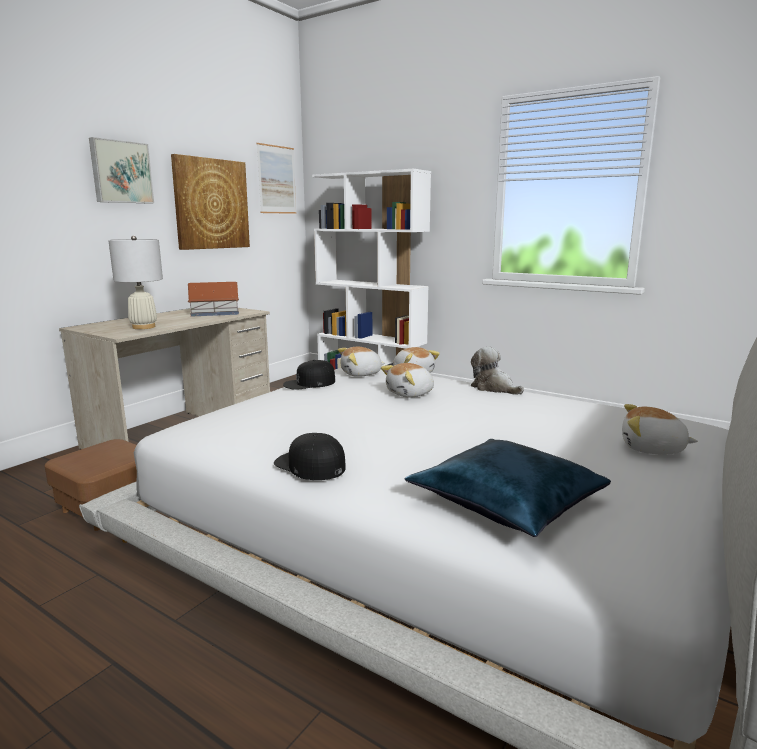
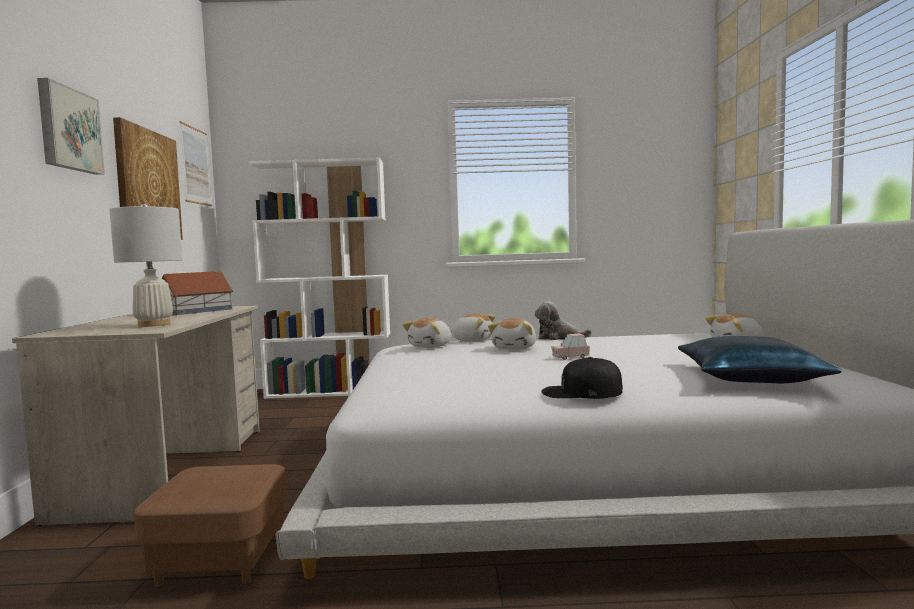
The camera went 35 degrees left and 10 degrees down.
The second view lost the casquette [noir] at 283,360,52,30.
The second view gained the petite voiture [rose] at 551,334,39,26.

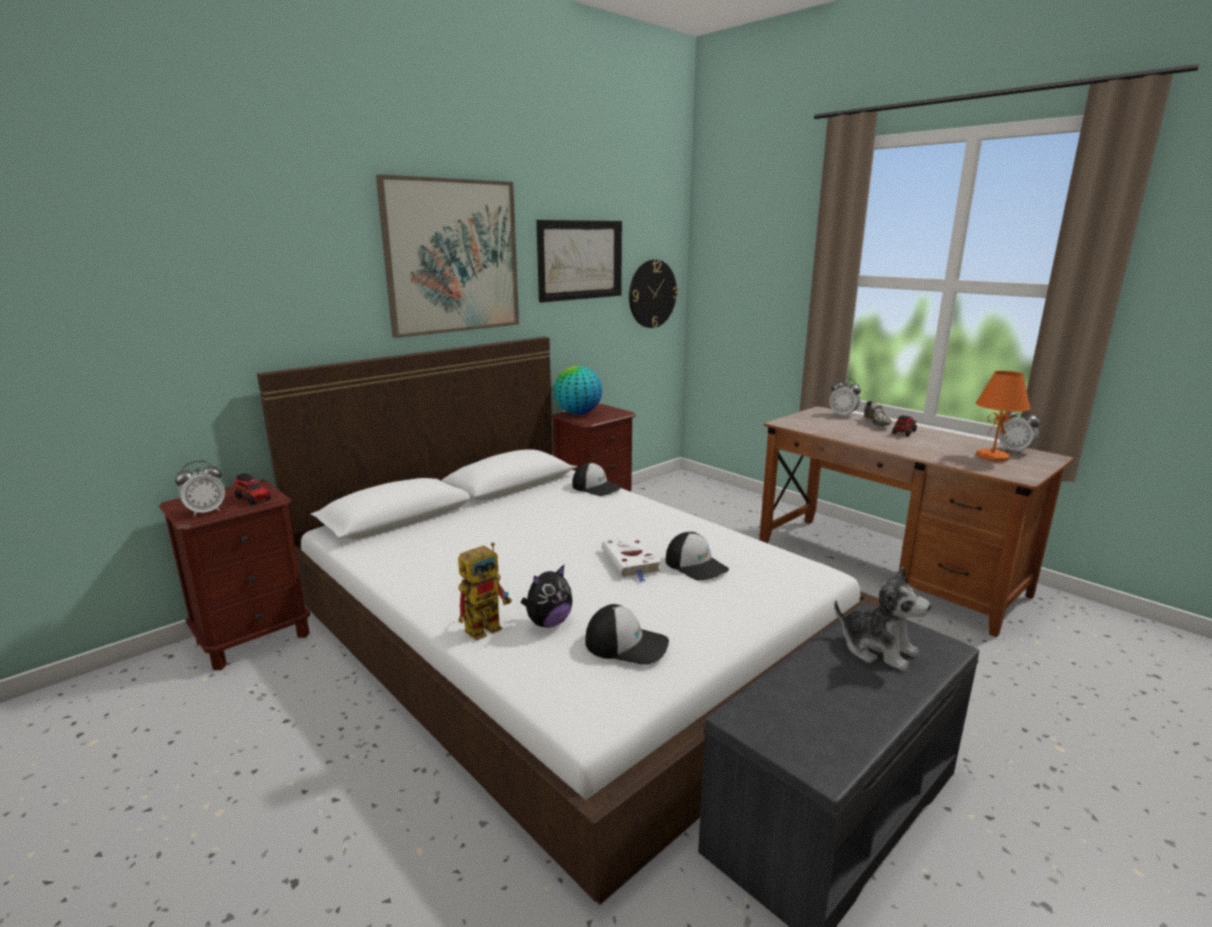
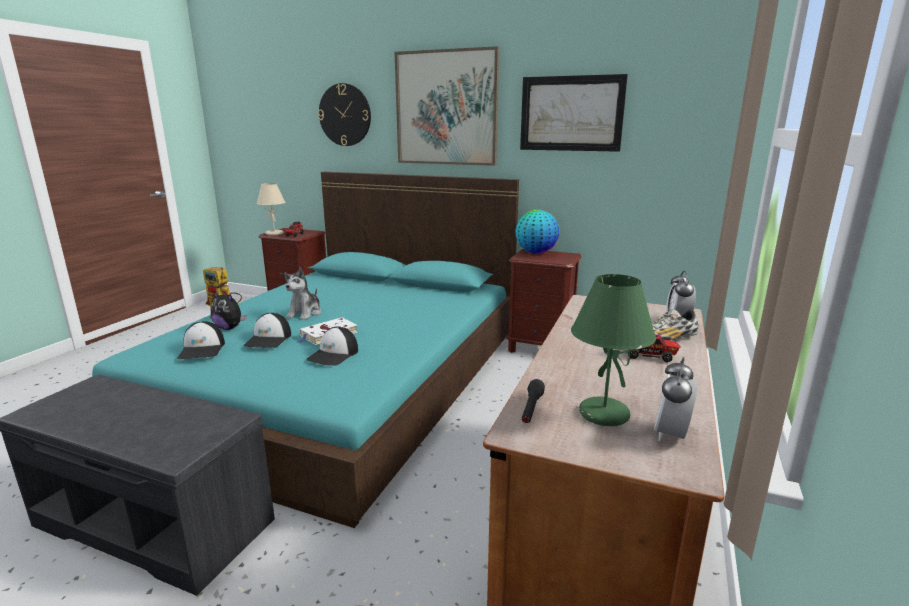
The camera went 65 degrees right and 0 degrees up.
Where the réveil stood at 175,461,50,56, the lampe de table [beige] came to stand at 256,183,29,52.
What was the lit [blanc] at 257,337,623,568 turned into the lit [turquoise] at 88,172,431,356.
The casquette ended up elsewhere, having gone from 572,462,50,34 to 244,313,47,35.
The horloge murale ended up elsewhere, having gone from 629,260,49,68 to 318,83,53,63.
The peluche ended up elsewhere, having gone from 834,567,97,104 to 284,268,37,52.
What was the lampe de table [orange] at 976,371,55,91 turned into the lampe de table [vert] at 571,274,85,152.
The second view gained the lampe de poche [noir] at 522,379,23,44.

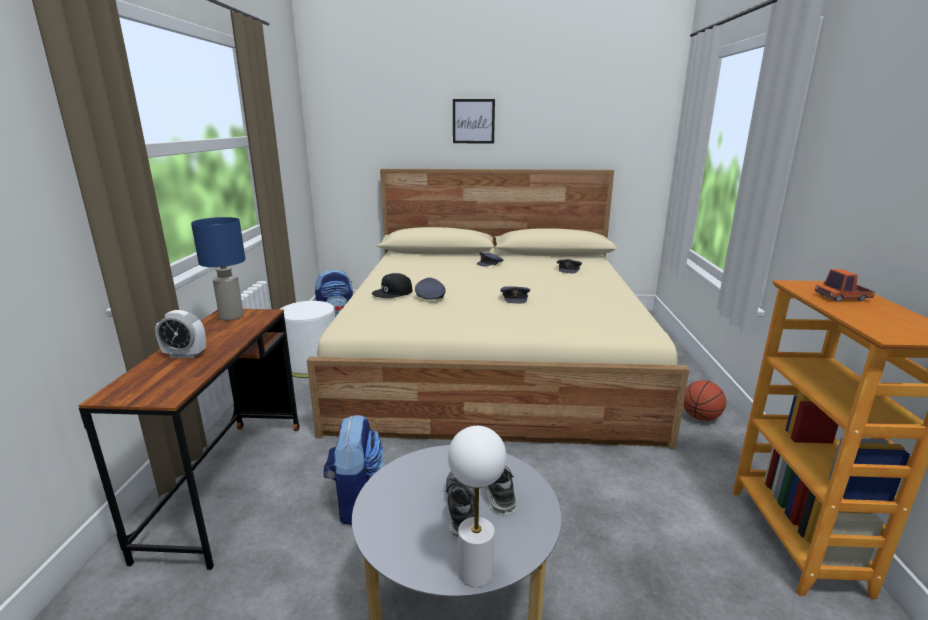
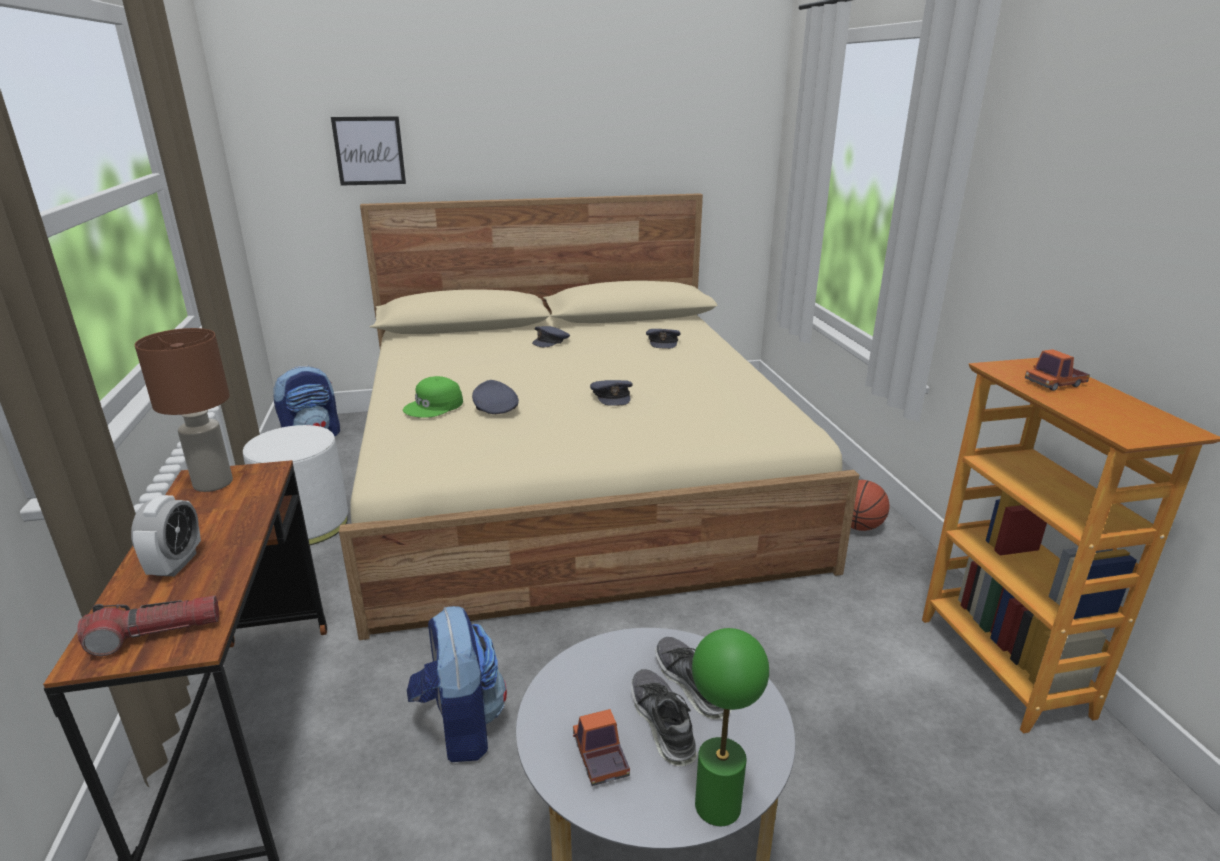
The camera went 15 degrees left and 5 degrees up.
The réveil at 155,310,51,48 ended up facing another way, 75 degrees counterclockwise from before.
What was the lampe de table [bleu] at 191,217,54,103 turned into the lampe de table [marron] at 135,328,98,164.
What was the casquette [noir] at 372,273,40,25 turned into the casquette [vert] at 403,376,60,42.
What was the lampe de table [blanc] at 448,426,59,161 turned into the lampe de table [vert] at 692,628,77,198.
The tableau ended up elsewhere, having gone from 453,99,42,44 to 331,116,75,70.
The second view gained the lampe de poche at 77,595,142,61.
The second view gained the camion jouet at 573,709,57,77.

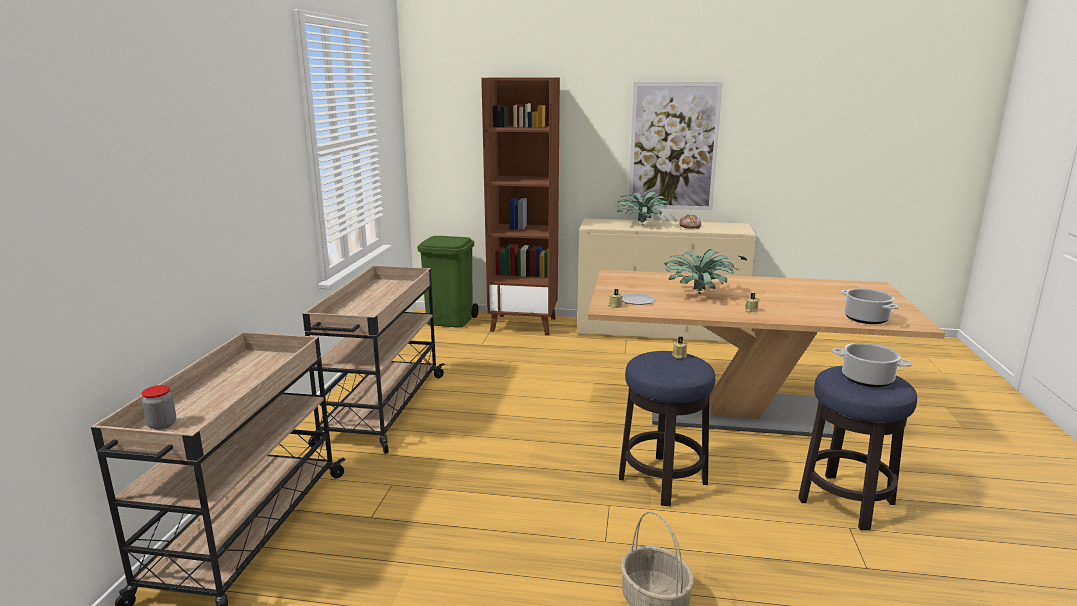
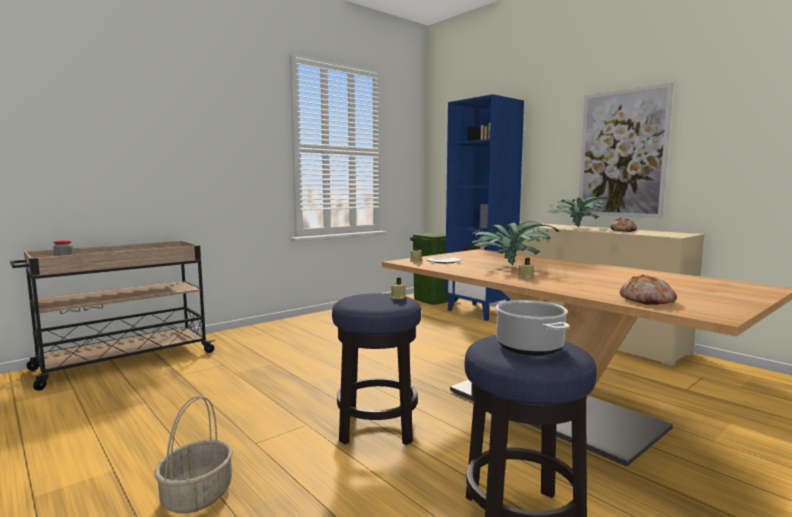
The camera went 40 degrees right and 10 degrees down.
The second view lost the chariot [beige] at 303,266,142,188.
What was the bibliothèque [marron] at 481,78,79,257 turned into the bibliothèque [bleu] at 445,94,79,227.
Where the marmite stood at 841,288,58,36, the pain came to stand at 620,274,57,31.

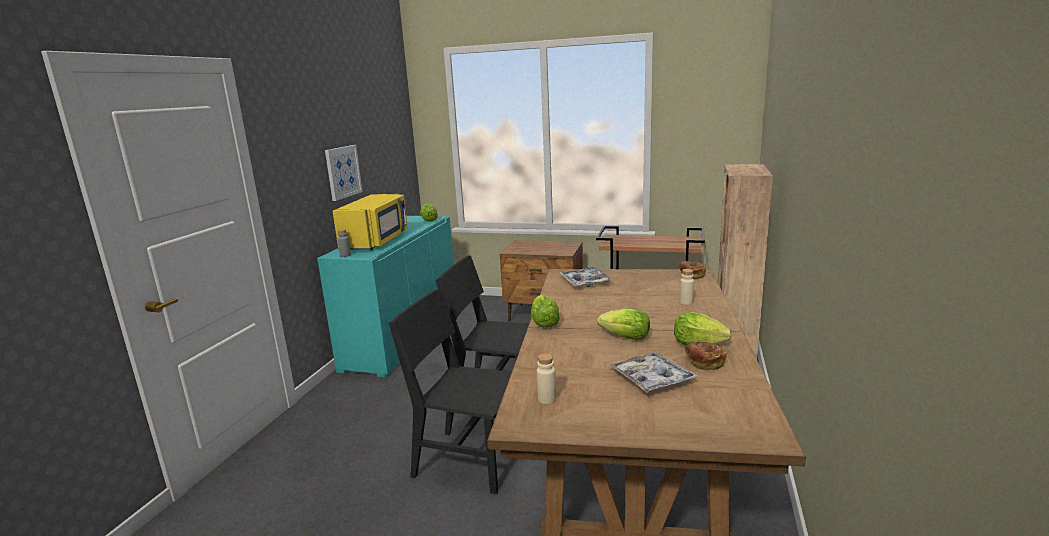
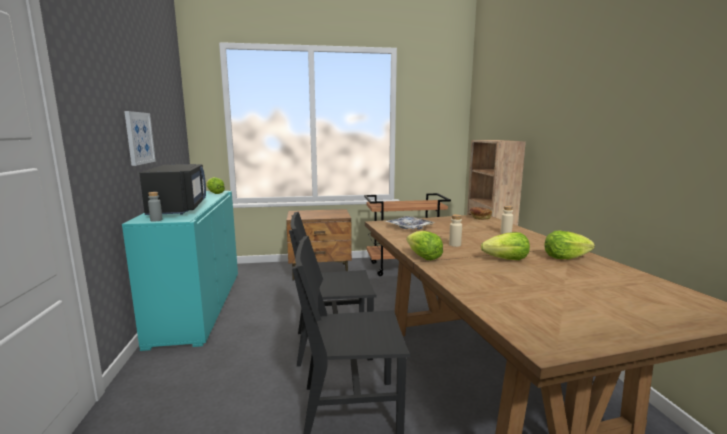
The camera went 25 degrees left and 5 degrees down.
What was the micro-ondes [jaune] at 333,194,75,56 turned into the micro-ondes [noir] at 139,164,67,51.
The bouteille [beige] ended up elsewhere, having gone from 537,353,19,51 to 449,214,13,33.
The second view lost the plateau at 609,352,90,41.
The second view lost the pain at 685,342,42,28.

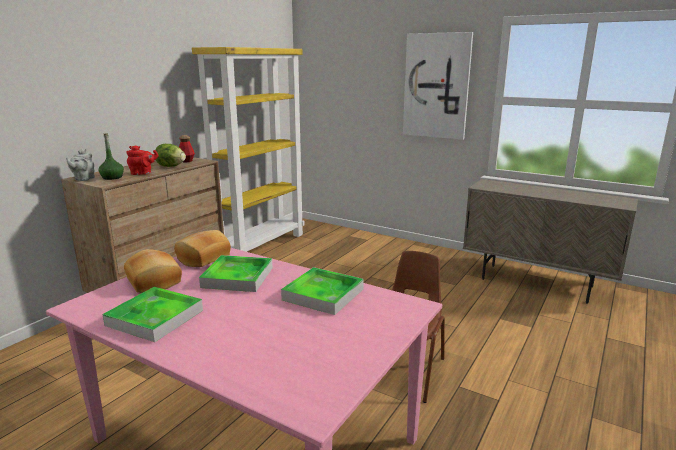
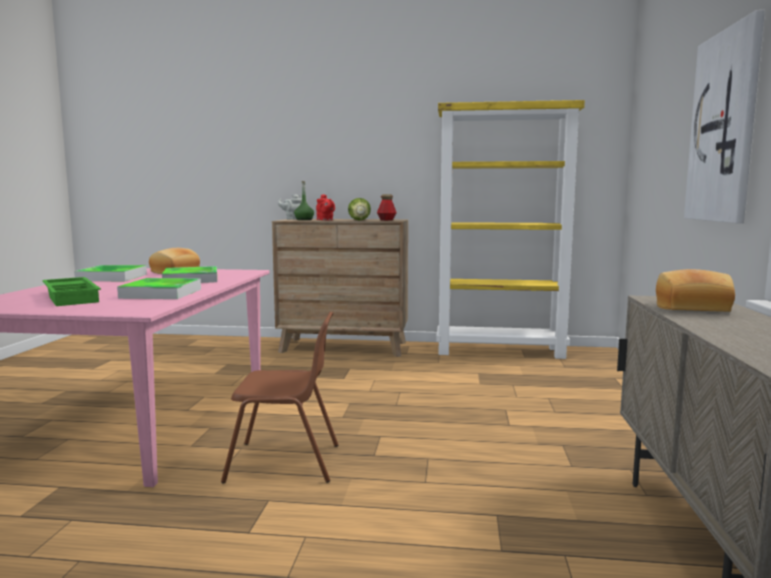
The camera went 65 degrees right and 10 degrees down.
The pain ended up elsewhere, having gone from 174,230,57,37 to 656,269,79,43.
The second view gained the plateau [vert] at 42,277,59,29.

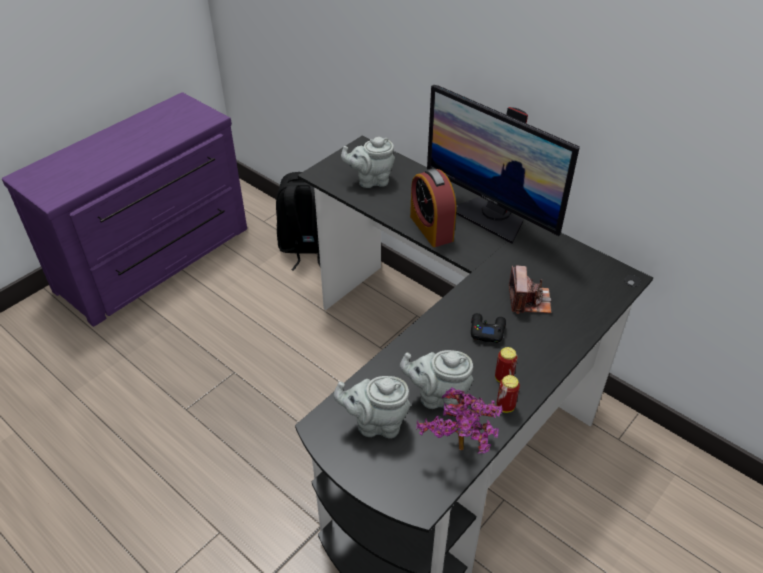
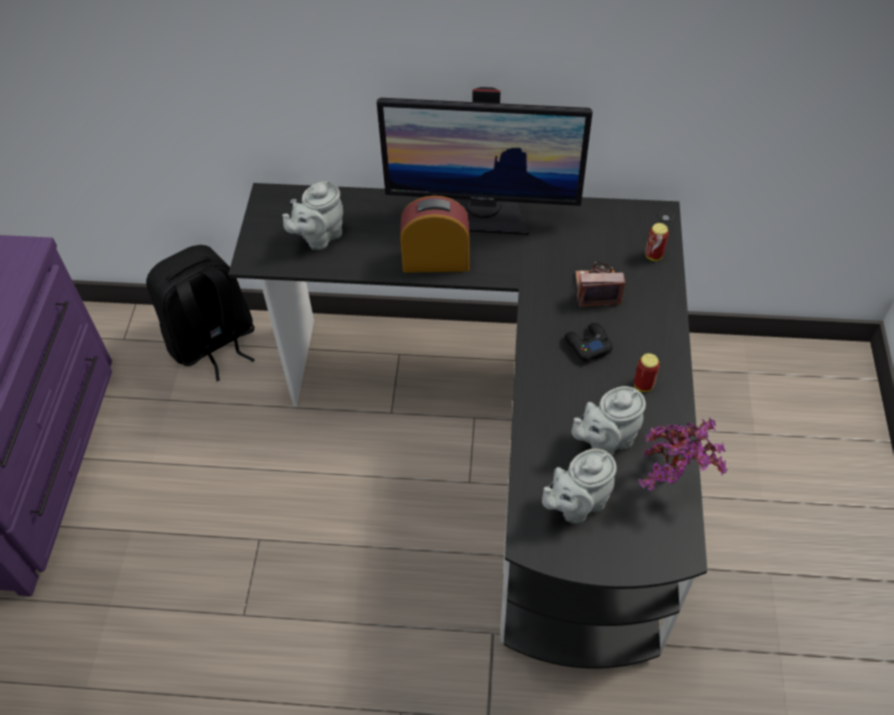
The camera went 35 degrees left and 10 degrees up.
The réveil at 410,168,46,79 ended up facing another way, 150 degrees clockwise from before.
The boîte métallique ended up elsewhere, having gone from 496,375,24,38 to 645,223,24,38.
The appareil photo at 509,265,42,49 ended up facing another way, 60 degrees counterclockwise from before.

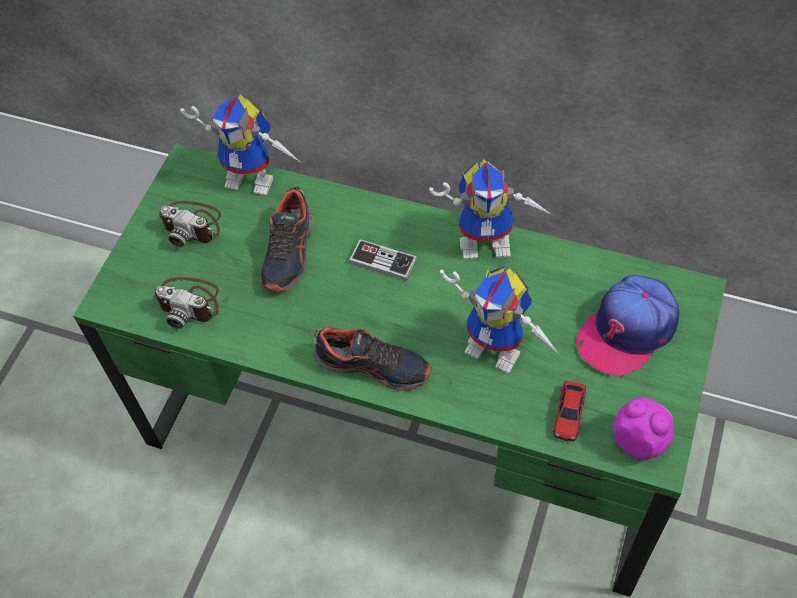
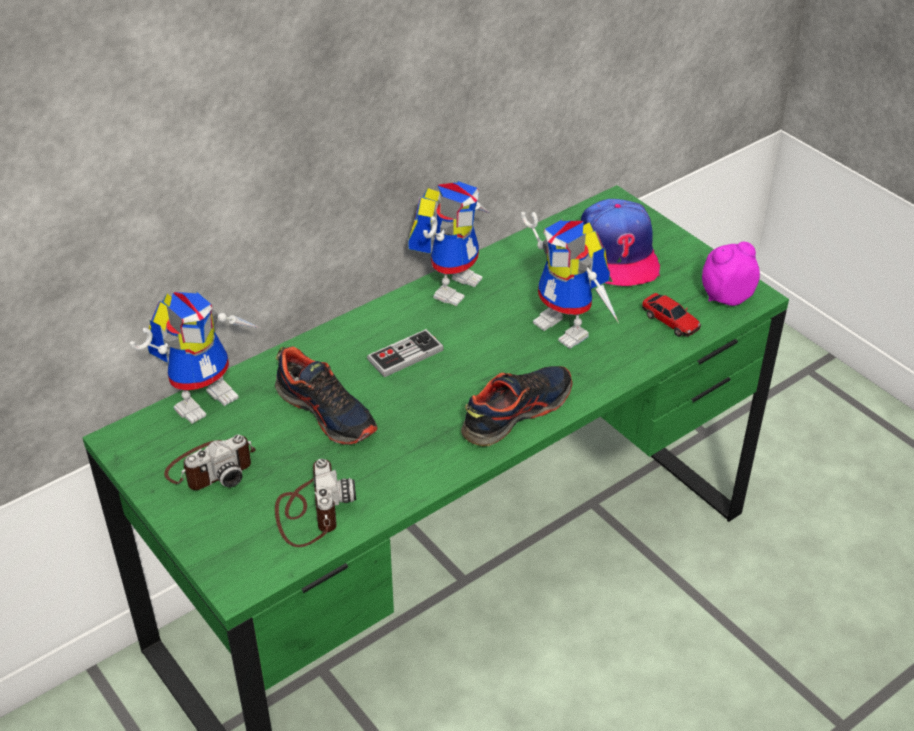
The camera went 60 degrees left and 15 degrees down.
The appareil photo at 153,277,66,52 ended up facing another way, 60 degrees counterclockwise from before.
The robot jouet at 440,266,119,108 ended up facing another way, 75 degrees clockwise from before.

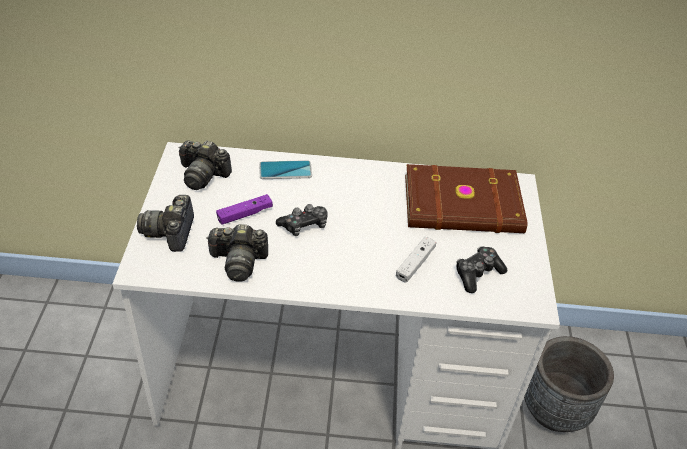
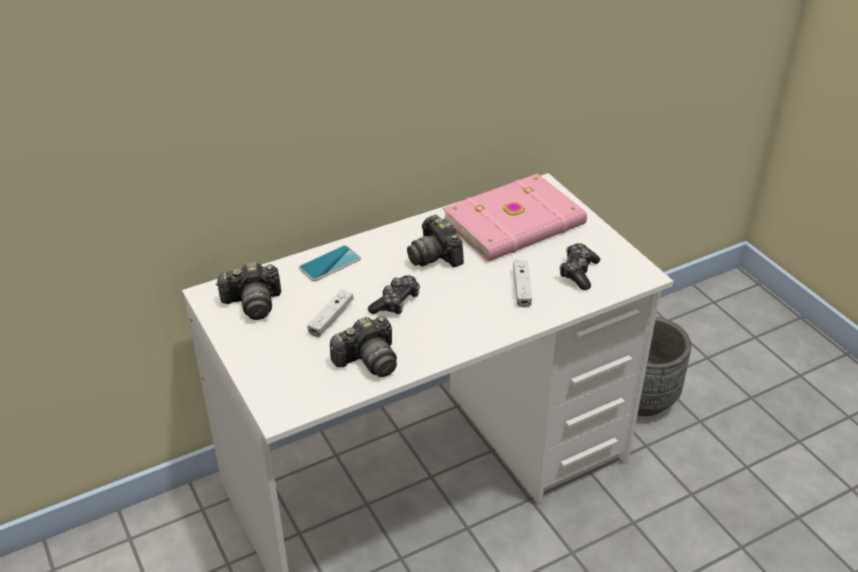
The camera went 30 degrees left and 5 degrees down.
The appareil photo ended up elsewhere, having gone from 137,195,57,57 to 407,215,57,52.
What was the manette [violet] at 216,194,57,31 turned into the manette [blanc] at 307,289,46,48.
What was the livre [marron] at 405,164,123,69 turned into the livre [rose] at 443,174,144,88.

